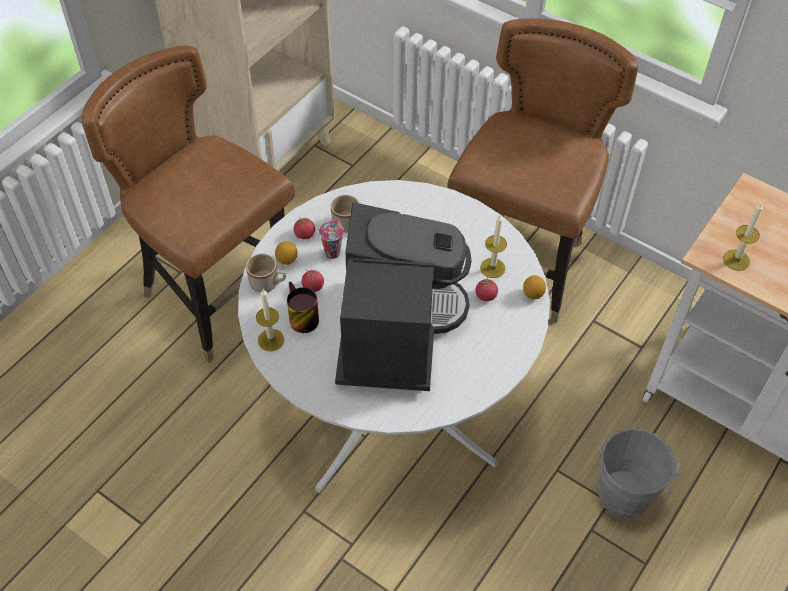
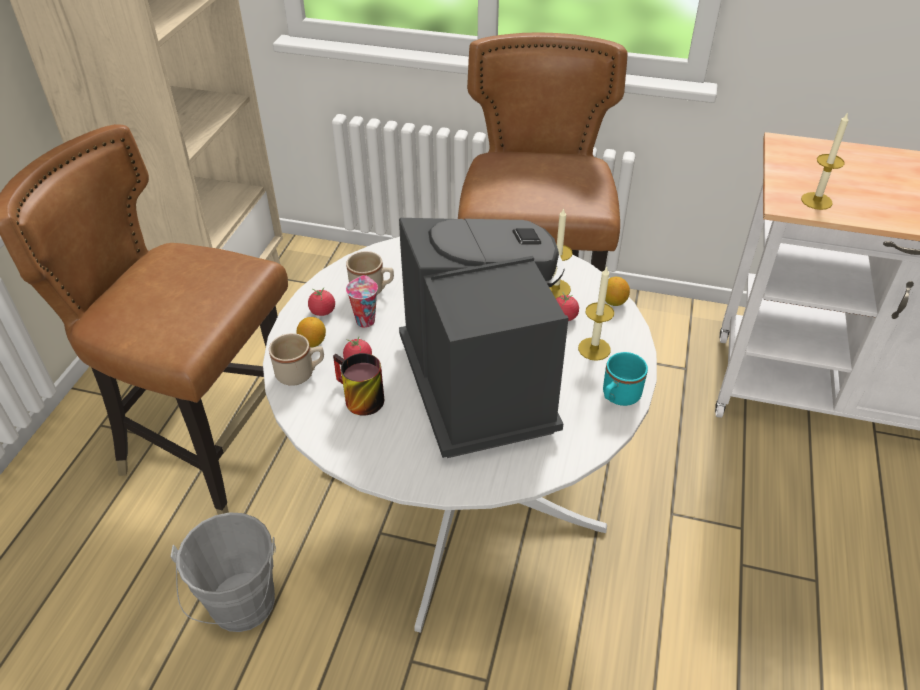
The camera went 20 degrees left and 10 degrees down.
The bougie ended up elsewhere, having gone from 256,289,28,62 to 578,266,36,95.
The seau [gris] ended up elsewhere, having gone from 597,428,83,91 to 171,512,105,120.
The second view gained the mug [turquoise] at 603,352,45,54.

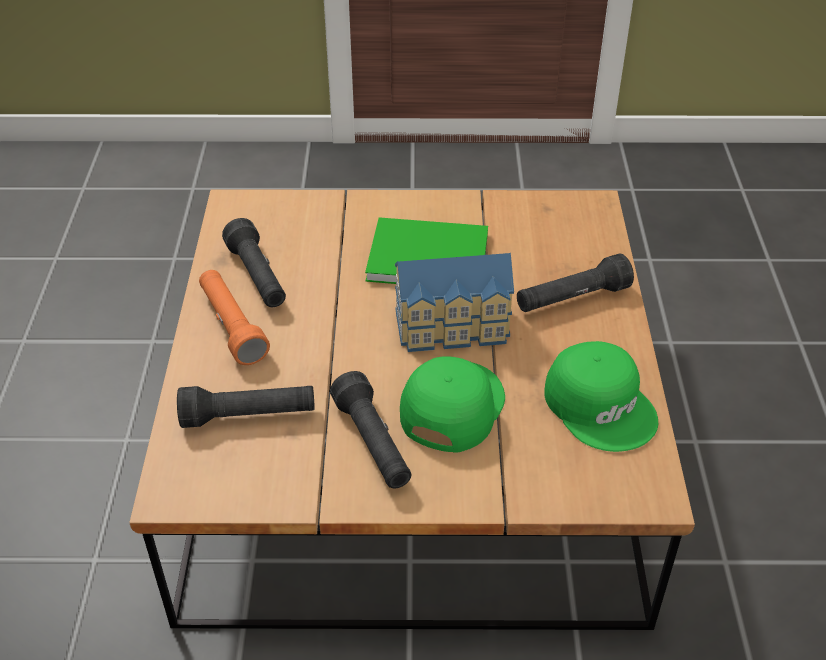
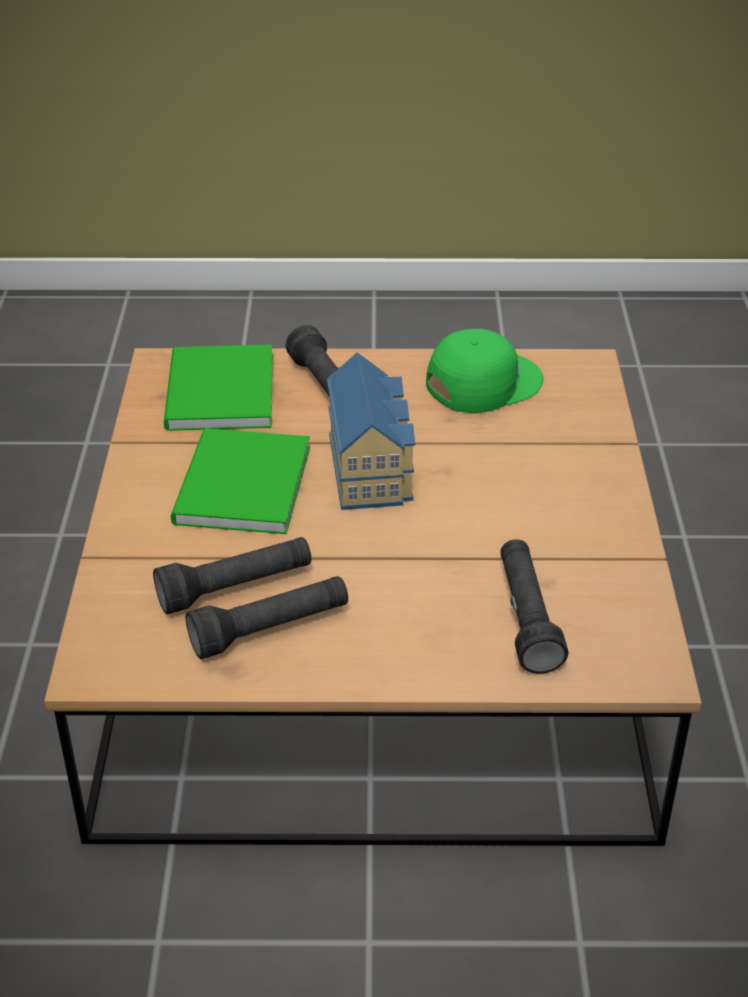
The camera went 90 degrees left and 5 degrees down.
The second view lost the lampe de poche [orange] at 199,270,71,95.
The lampe de poche [noir] ended up elsewhere, having gone from 330,371,81,117 to 153,537,158,77.
The second view lost the casquette [vert] at 400,356,105,96.
The second view gained the livre [vert] at 164,345,109,86.

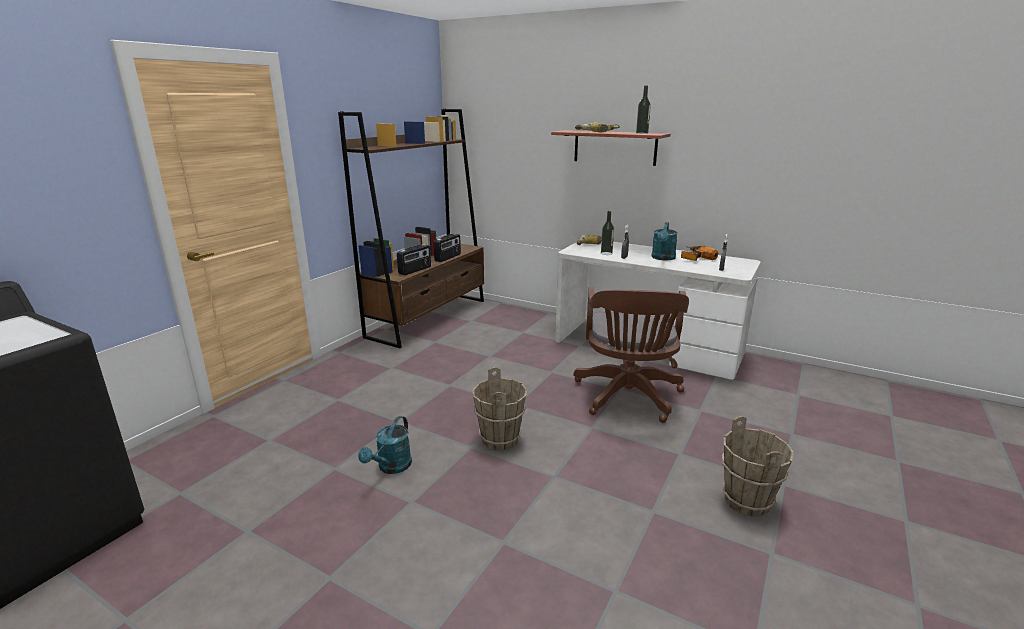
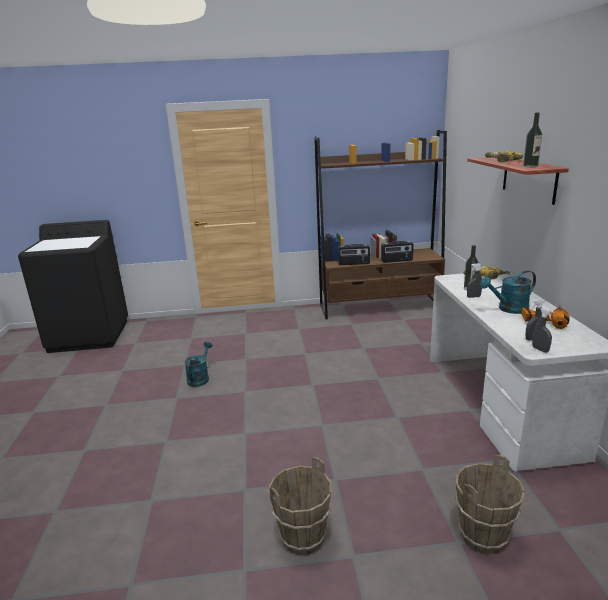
The camera went 55 degrees right and 0 degrees up.
The arrosoir [turquoise] at 358,416,54,58 ended up facing another way, 120 degrees clockwise from before.
The seau [marron] ended up elsewhere, having gone from 472,367,55,83 to 455,455,70,99.
The second view lost the chaise de bureau [marron] at 574,287,115,136.
The second view gained the vaporisateur [gris] at 532,307,22,46.

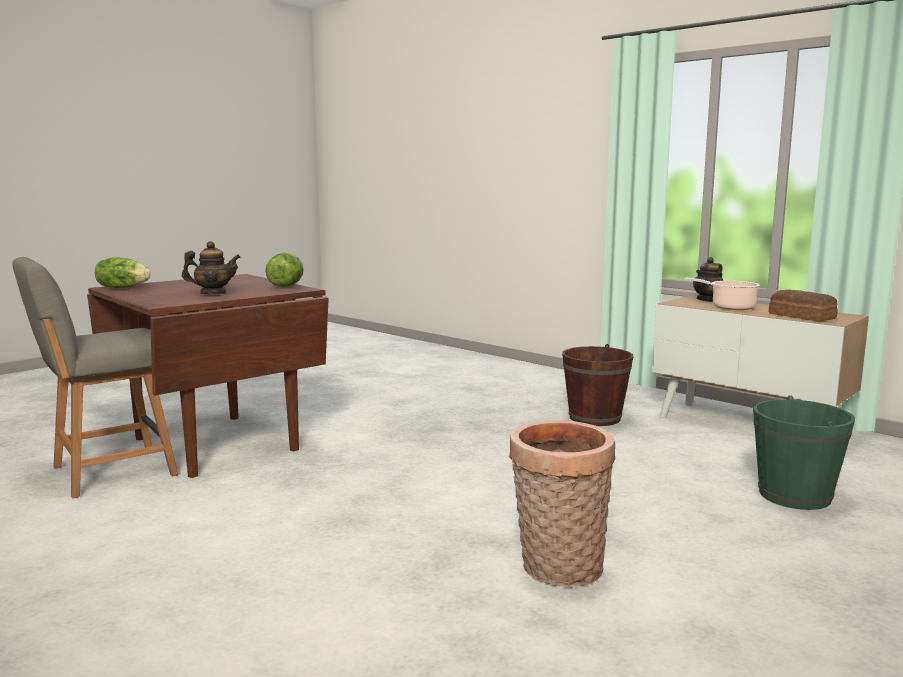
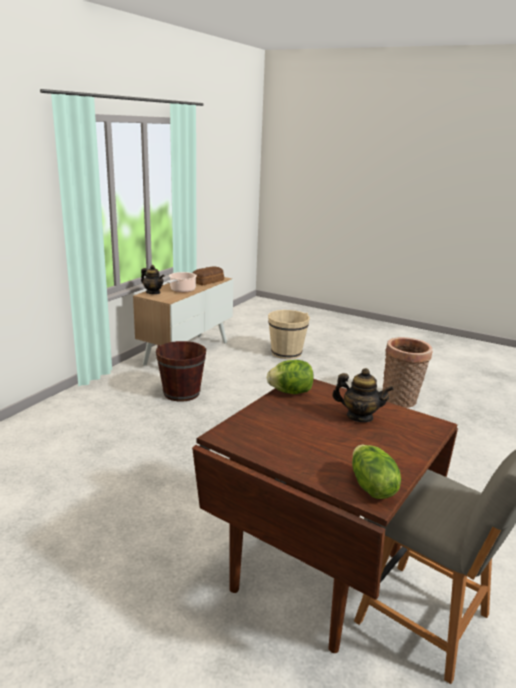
The camera went 105 degrees left and 10 degrees up.
The théière at 182,241,59,53 ended up facing another way, 135 degrees clockwise from before.
What was the seau [vert] at 753,395,102,115 turned into the seau [beige] at 268,310,42,49.

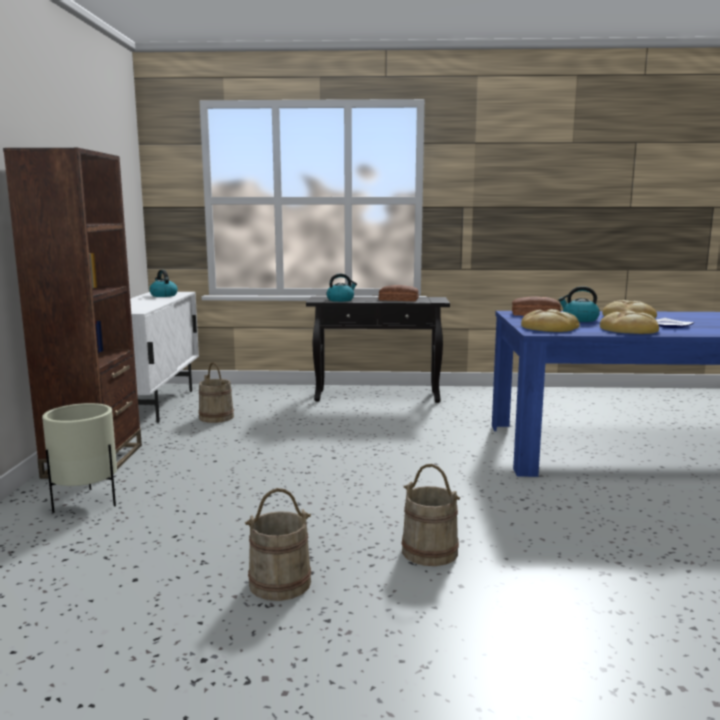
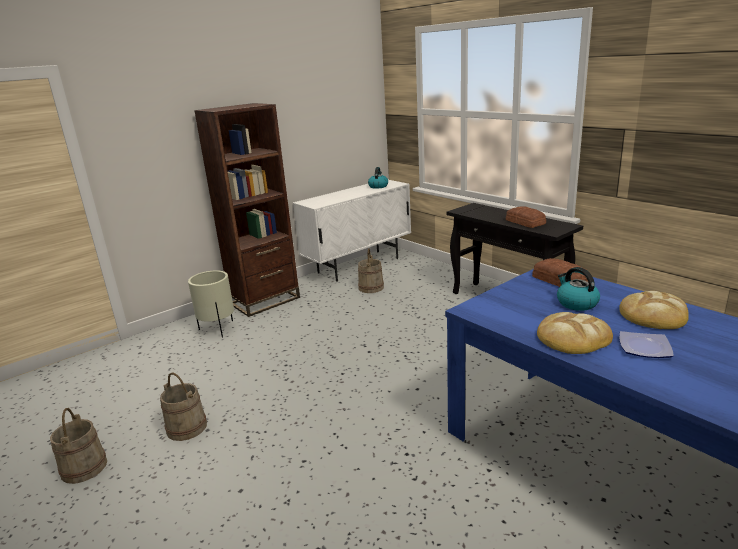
The camera went 50 degrees right and 10 degrees up.
The second view lost the bouilloire at 326,274,31,28.
The seau [beige] ended up elsewhere, having gone from 402,464,58,102 to 50,408,57,76.
The second view lost the pain at 521,309,59,23.

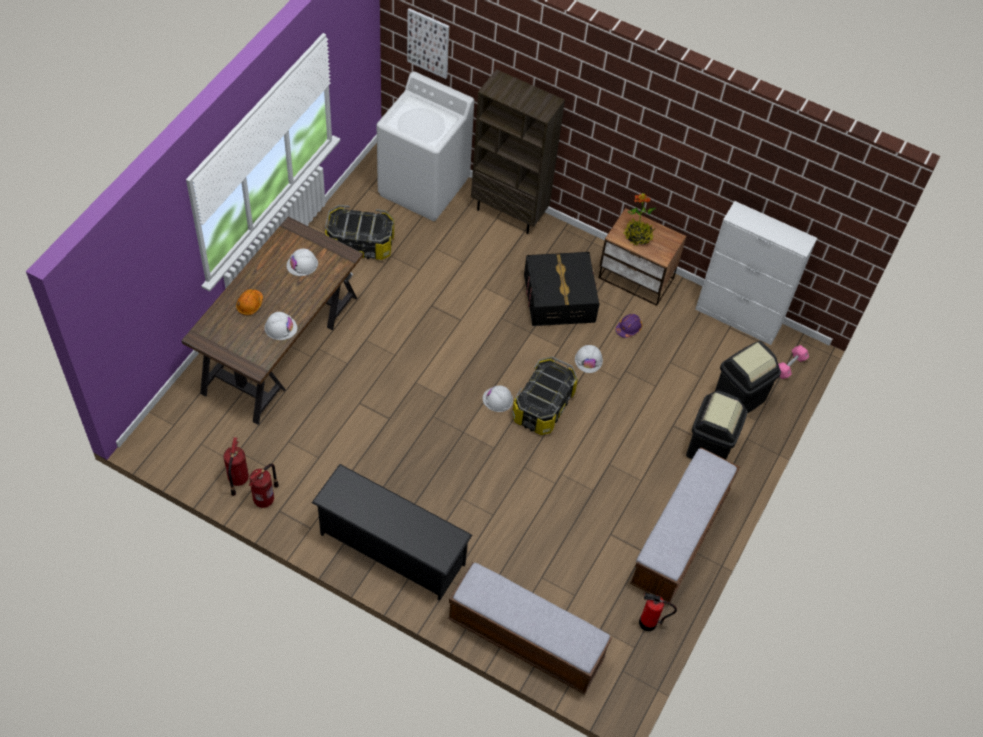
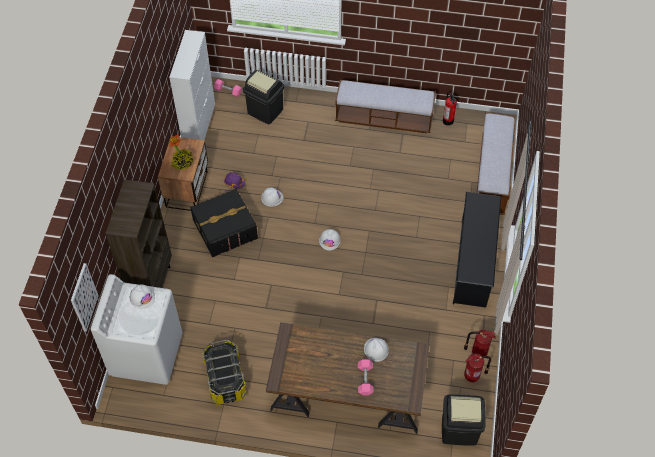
The camera went 105 degrees left and 0 degrees up.
Where the casque de chantier [orange] stood at 236,289,27,26, the haltère [rose] came to stand at 358,359,16,36.
The casque de chantier [blanc] ended up elsewhere, having gone from 287,249,31,27 to 130,285,25,24.
The second view lost the boîte de rangement at 512,357,66,78.
The poubelle [noir] ended up elsewhere, having gone from 686,390,62,69 to 442,394,44,52.

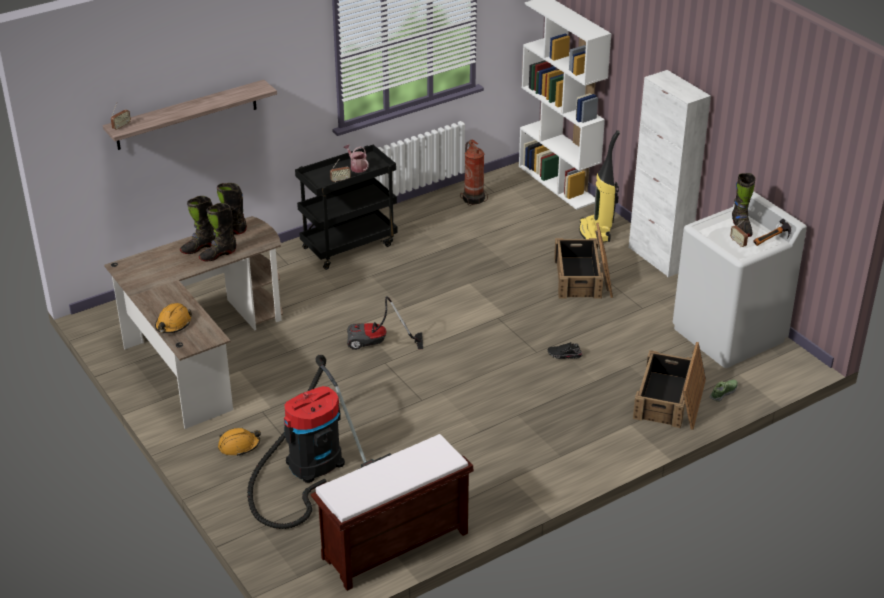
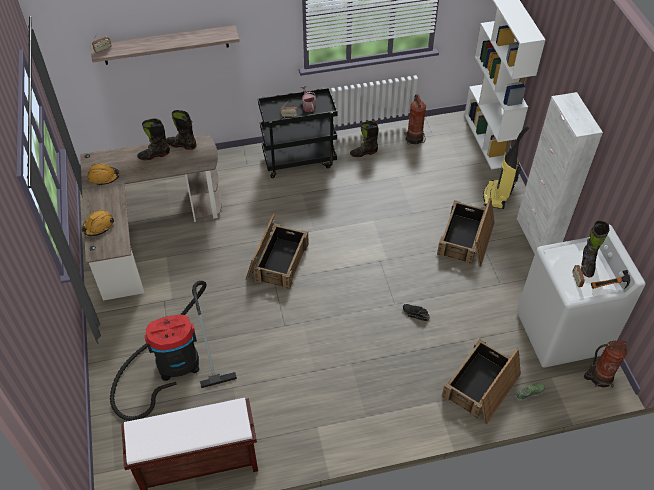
The camera went 20 degrees right and 15 degrees up.
The botte [noir] ended up elsewhere, having gone from 199,203,37,58 to 350,121,29,36.
The casque de chantier [orange] ended up elsewhere, having gone from 218,428,43,28 to 87,164,33,22.
Where the aspirateur stood at 347,296,76,54, the caisse came to stand at 246,214,63,76.
The second view gained the extincteur at 584,341,43,47.

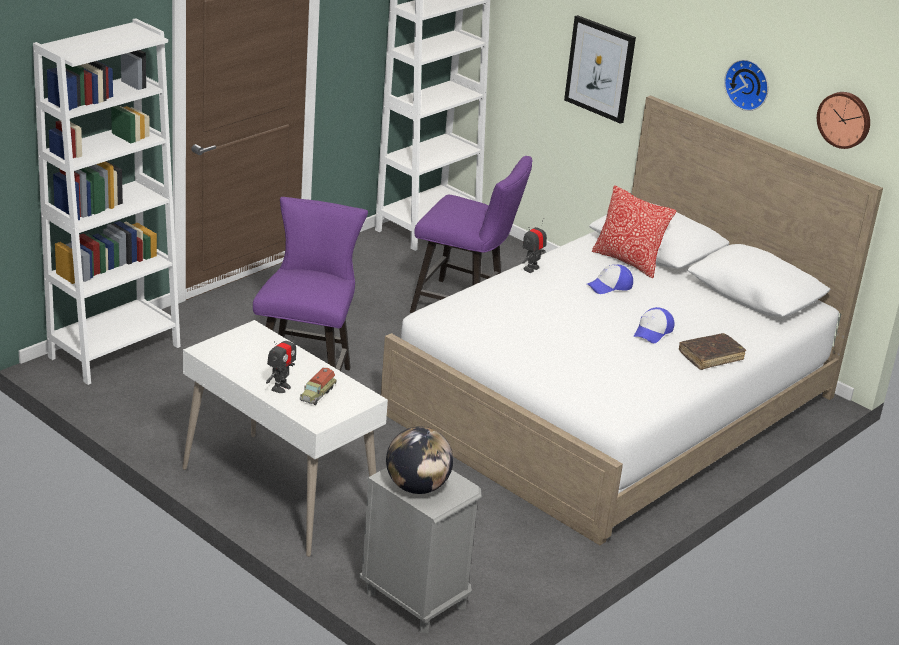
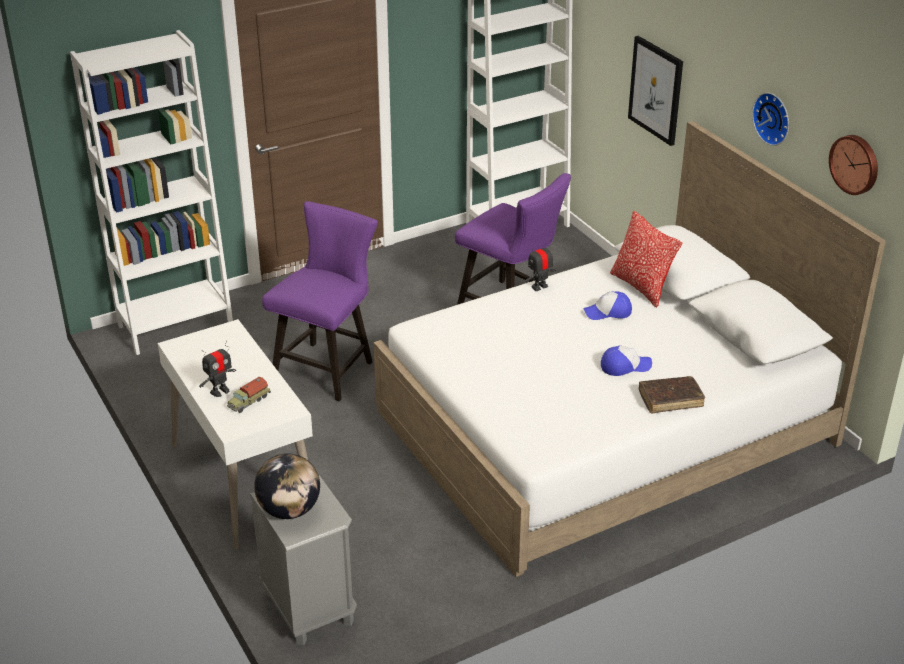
The camera went 20 degrees right and 5 degrees up.
The casquette at 634,307,40,36 ended up facing another way, 150 degrees counterclockwise from before.

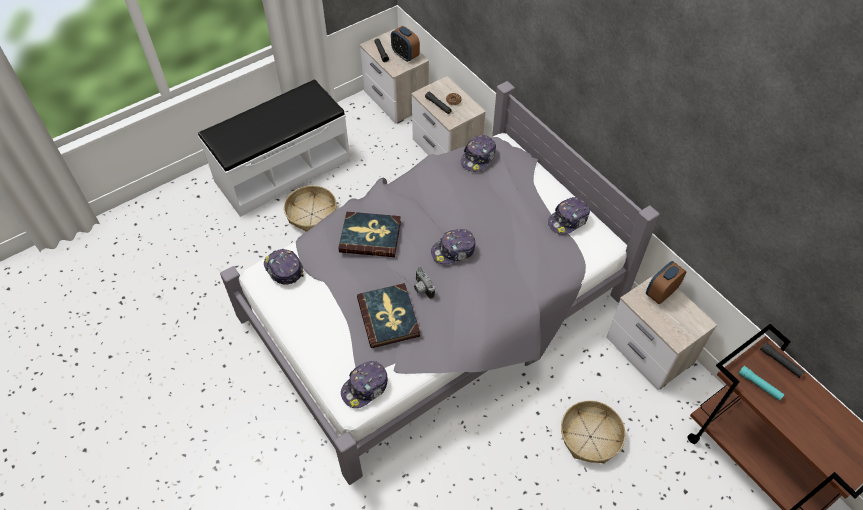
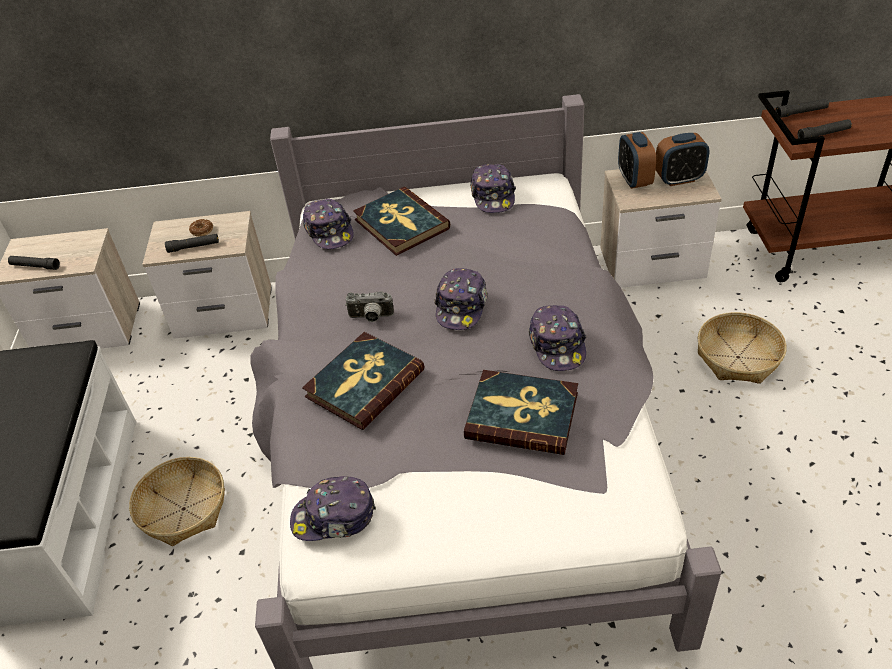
The camera went 55 degrees left and 10 degrees down.
The casquette ended up elsewhere, having gone from 341,361,47,47 to 528,305,59,66.
The réveil ended up elsewhere, having gone from 391,26,29,36 to 655,133,55,53.
The appareil photo ended up elsewhere, having gone from 414,267,21,32 to 345,292,49,30.
What was the lampe de poche [turquoise] at 738,366,47,35 turned into the lampe de poche [noir] at 798,119,54,19.
The second view gained the livre at 353,187,97,69.

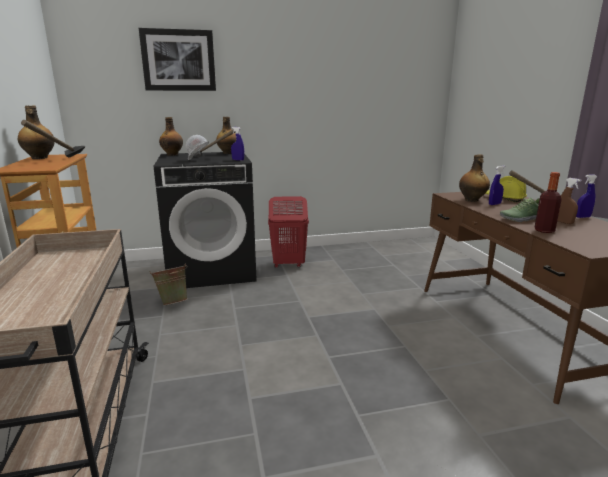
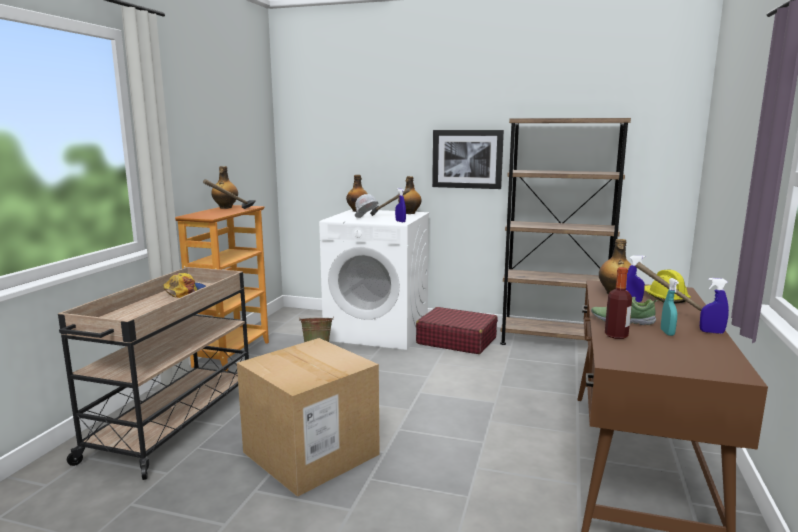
The camera went 30 degrees right and 5 degrees down.
The tableau ended up elsewhere, having gone from 139,28,77,63 to 432,130,72,59.
What was the lave-linge [noir] at 154,152,103,136 turned into the lave-linge [blanc] at 319,209,111,141.
Where the panier à linge [rouge] stood at 268,196,41,72, the valise [rouge] came to stand at 416,307,82,47.
What was the vaporisateur [marron] at 557,178,24,46 turned into the vaporisateur [turquoise] at 661,278,18,58.
The second view gained the casquette at 163,273,43,25.
The second view gained the carton at 237,338,143,159.
The second view gained the bibliothèque [marron] at 500,118,131,227.

